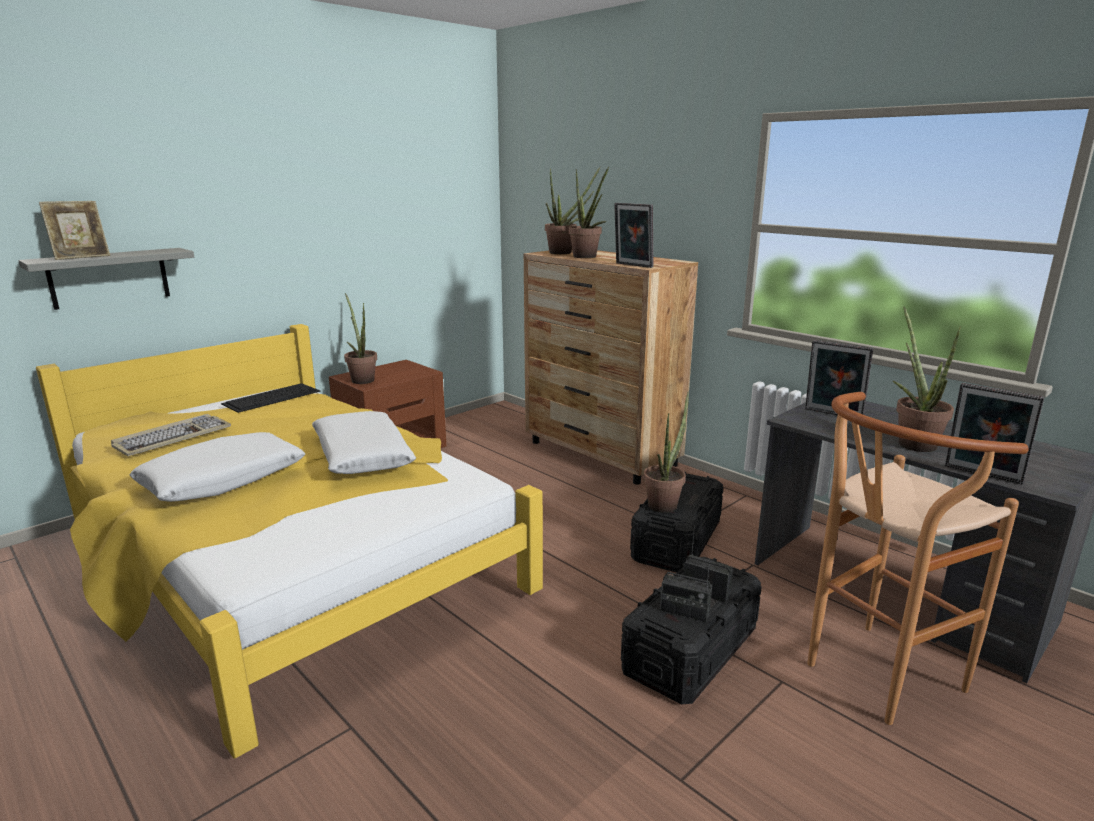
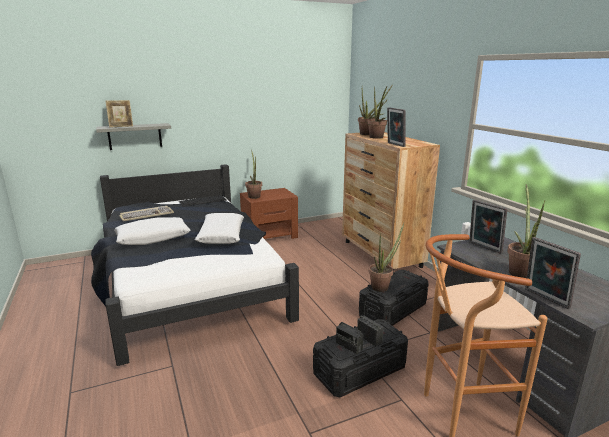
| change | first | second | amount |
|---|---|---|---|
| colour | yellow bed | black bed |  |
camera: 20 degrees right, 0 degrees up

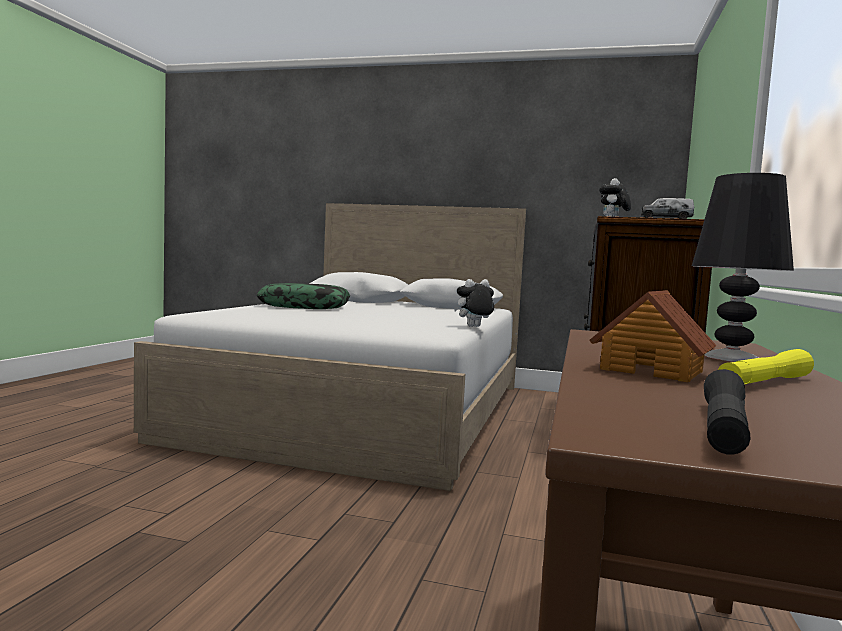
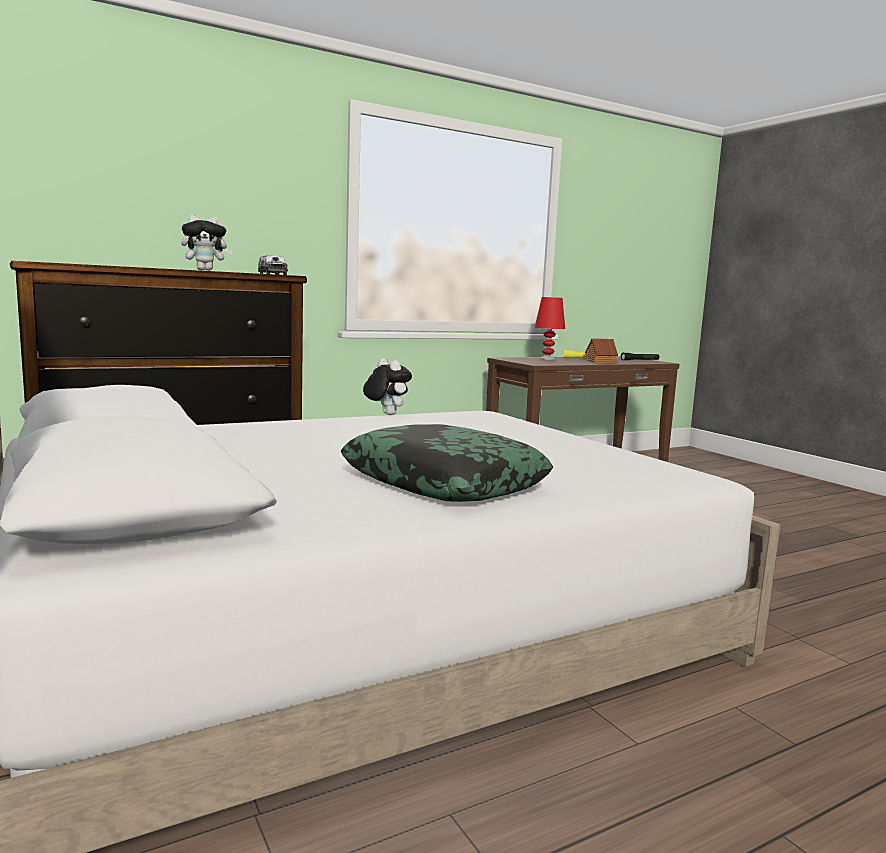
| change | first | second | amount |
|---|---|---|---|
| colour | black table lamp | red table lamp |  |
| spun | plush toy (no. 1 from left in the first image) | plush toy (no. 2 from left) | 150 degrees counterclockwise |
camera: 135 degrees left, 5 degrees up

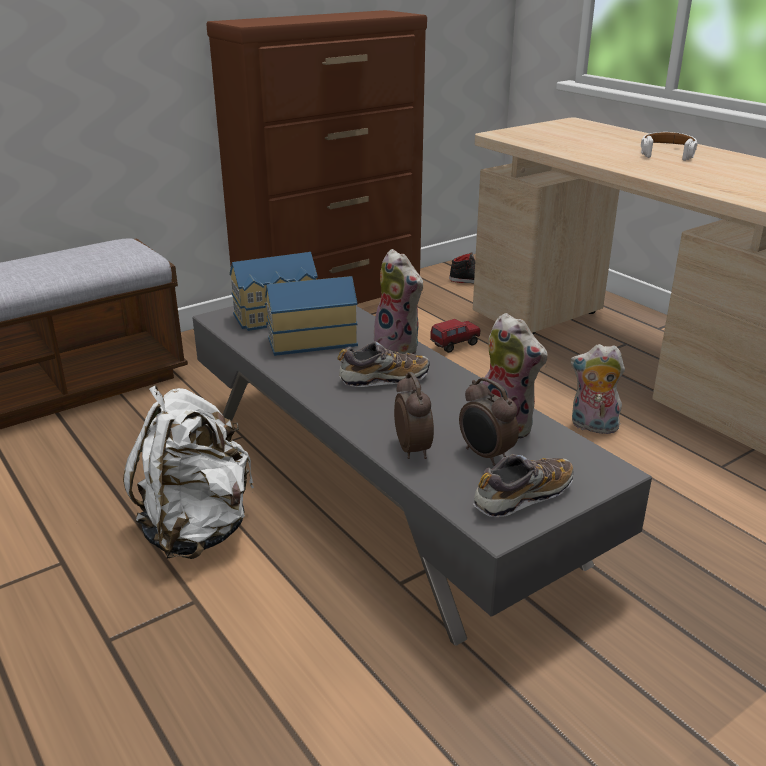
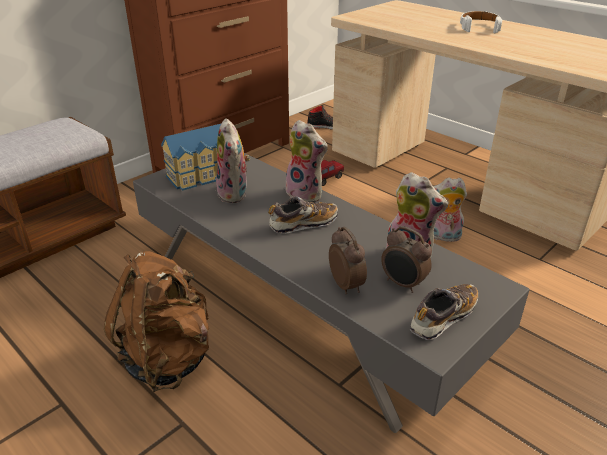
| change | first | second | amount |
|---|---|---|---|
| exchanged | toy house (no. 2 from left) | plush toy (no. 1 from left) |  |
| colour | white backpack | brown backpack |  |
camera: 10 degrees left, 5 degrees up

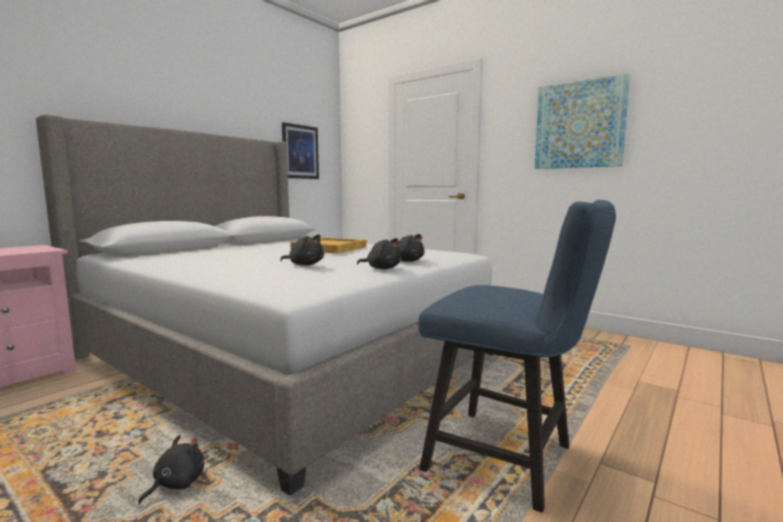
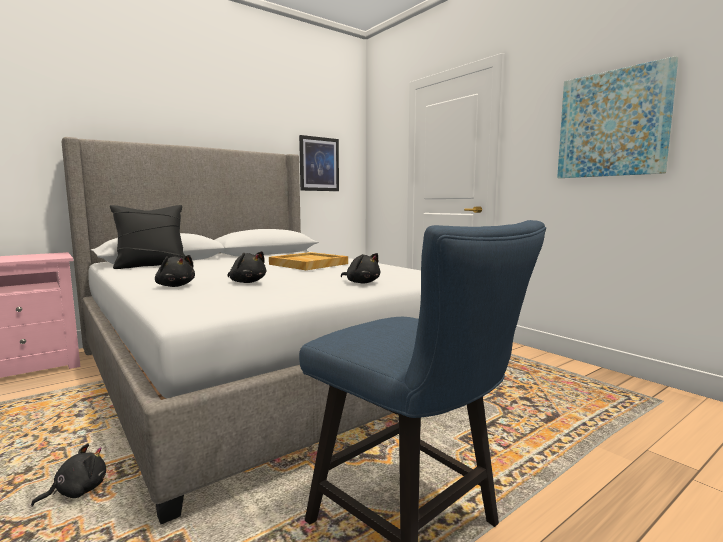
| change | first | second | amount |
|---|---|---|---|
| appeared |  | black pillow |  |
| relocated | black plush toy (no. 3 from left in the first image) | black plush toy (no. 2 from left) |  |
camera: 15 degrees right, 0 degrees up

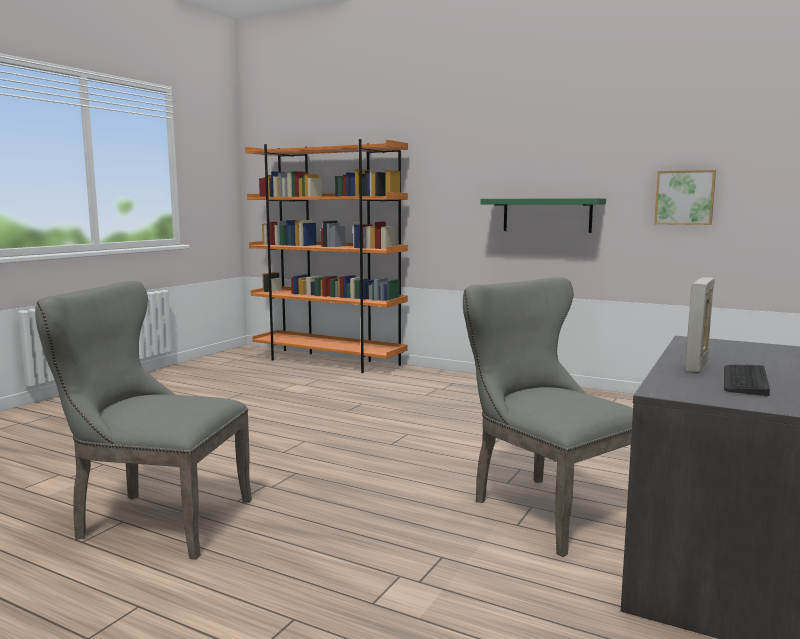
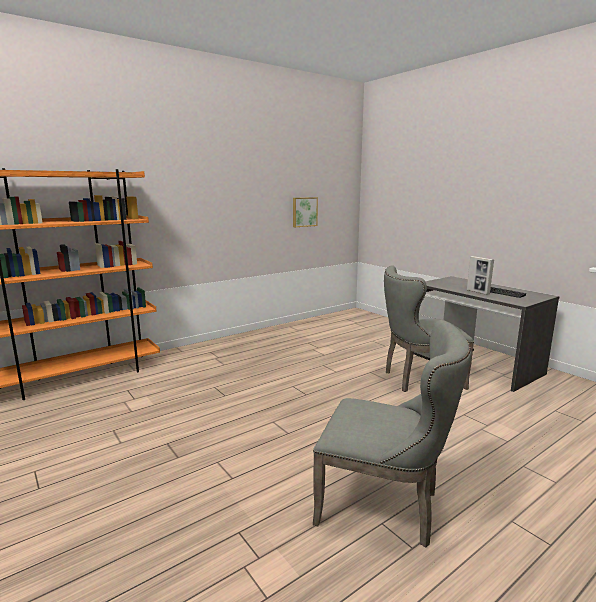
| change | first | second | amount |
|---|---|---|---|
| missing | green shelf |  |  |
| spun | grey chair (no. 1 from left) |  | 105 degrees counterclockwise |
camera: 65 degrees left, 5 degrees up

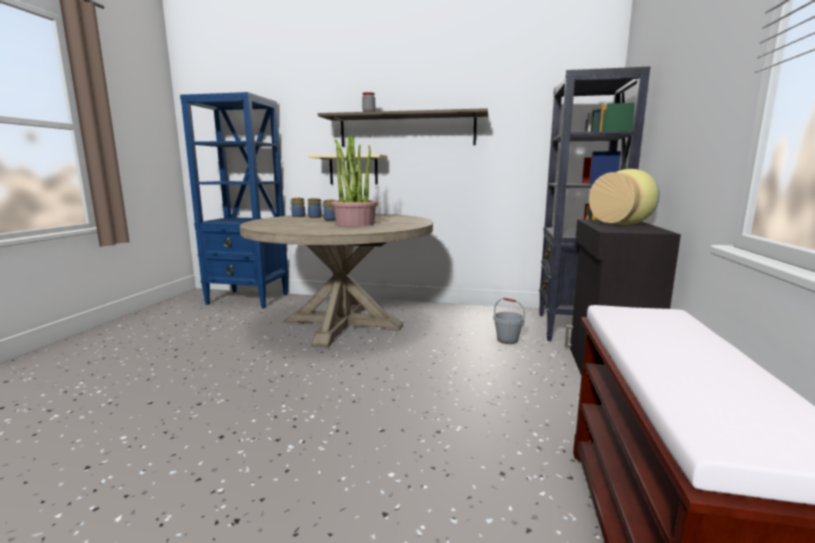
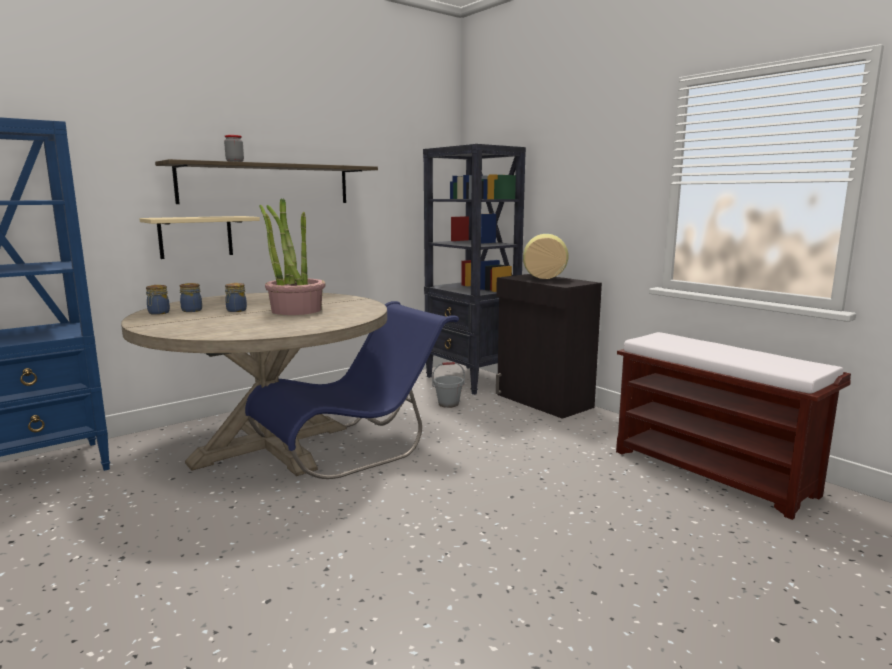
| change | first | second | amount |
|---|---|---|---|
| appeared |  | blue chair |  |
camera: 50 degrees left, 0 degrees up

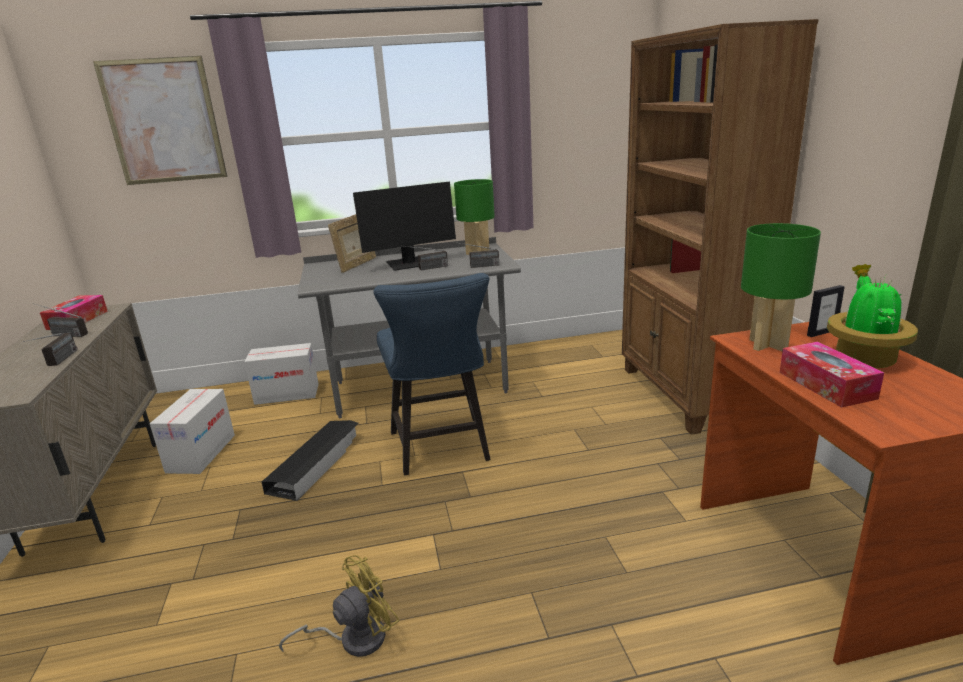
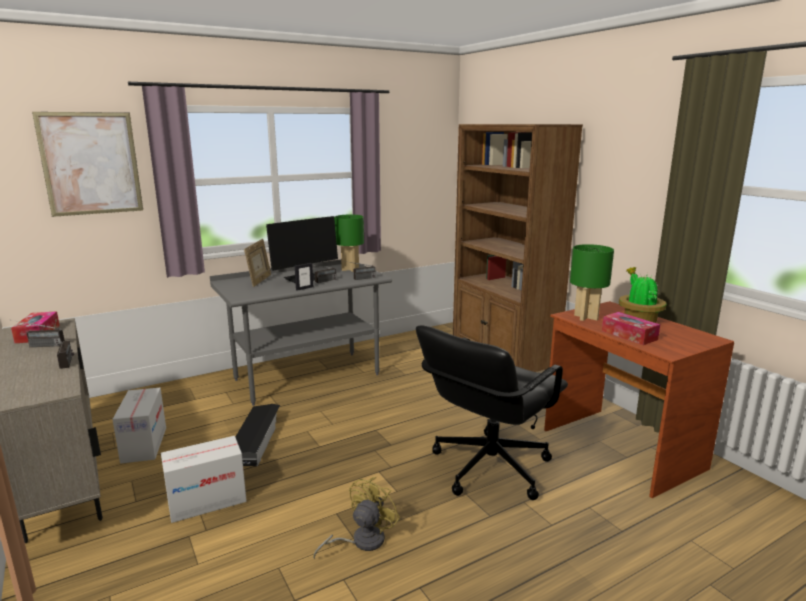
| change | first | second | amount |
|---|---|---|---|
| missing | blue chair |  |  |
| appeared |  | black office chair |  |
| relocated | cardboard box (no. 2 from left) |  |  |
| relocated | picture frame (no. 2 from left) |  |  |
camera: 20 degrees left, 5 degrees down

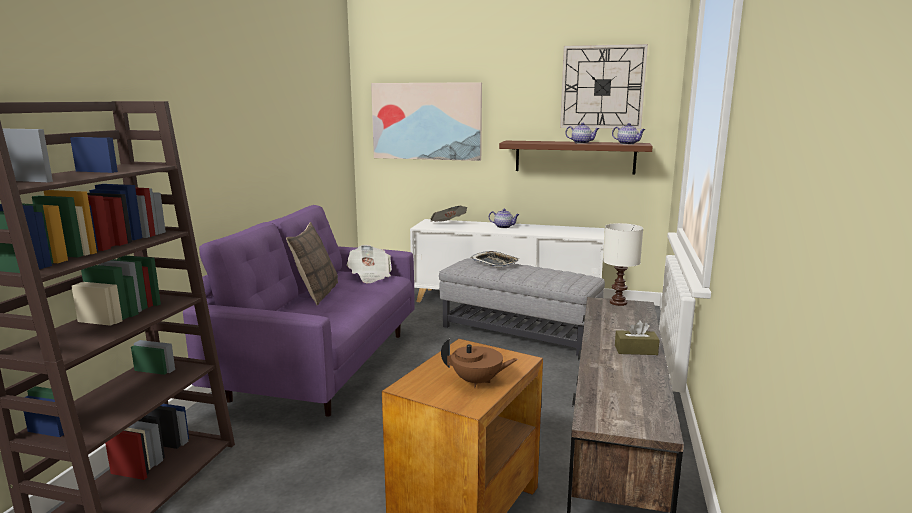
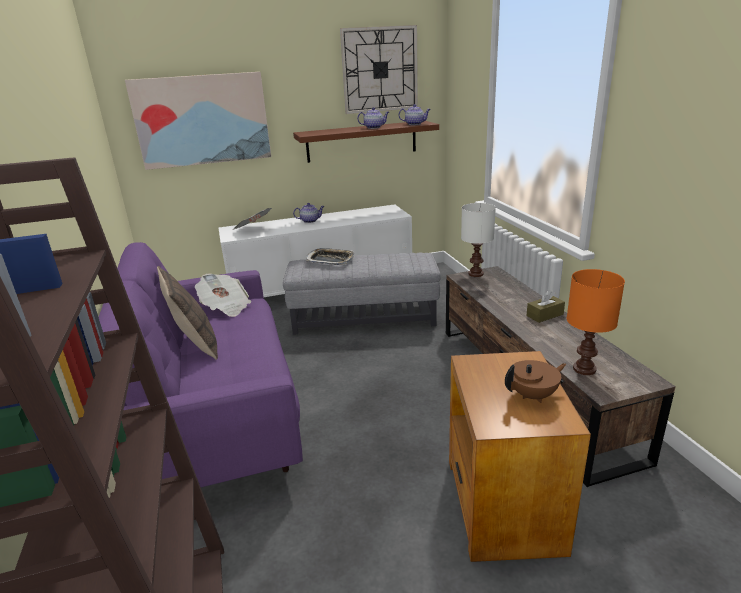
| change | first | second | amount |
|---|---|---|---|
| appeared |  | orange table lamp |  |
camera: 30 degrees left, 10 degrees up

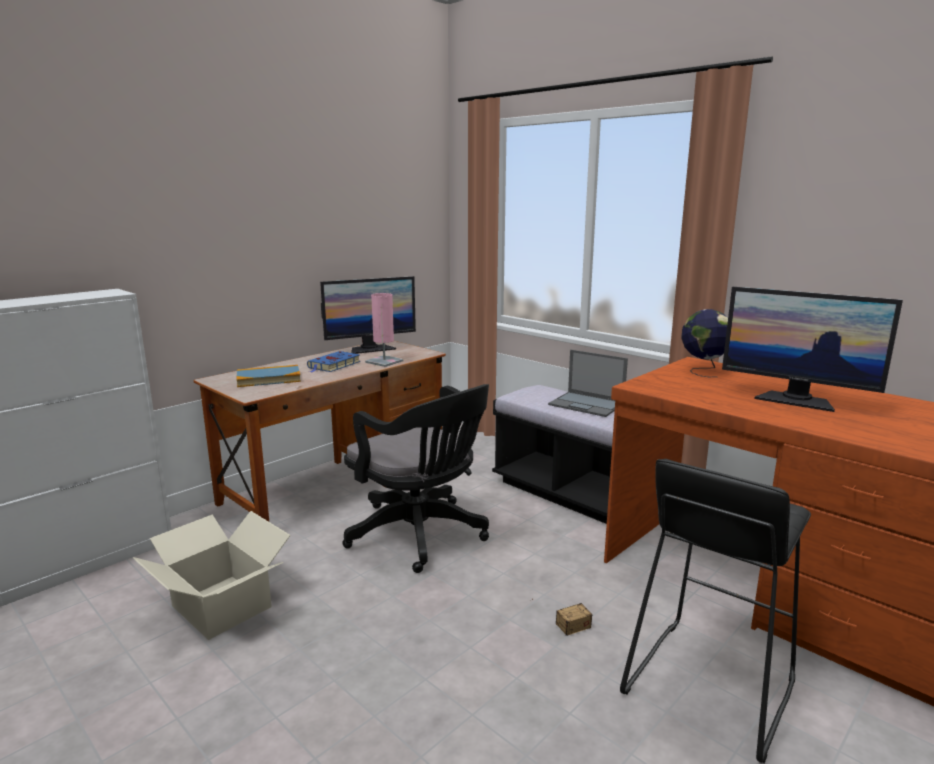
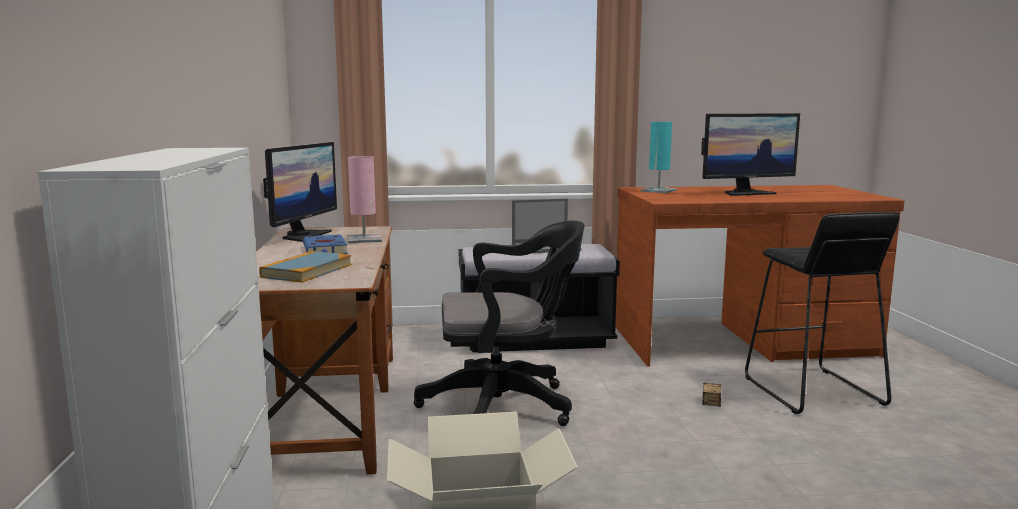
| change | first | second | amount |
|---|---|---|---|
| exchanged | globe | turquoise table lamp |  |
camera: 50 degrees left, 5 degrees down

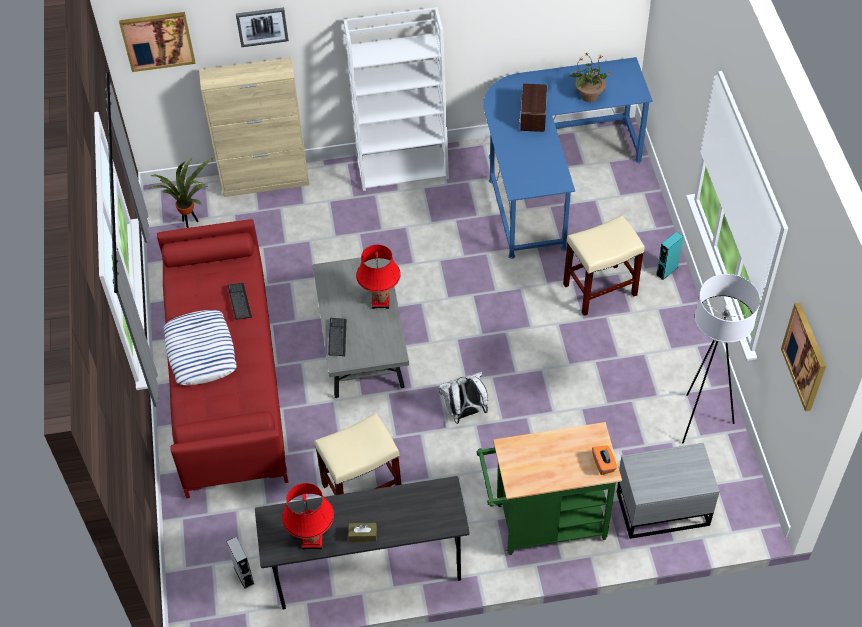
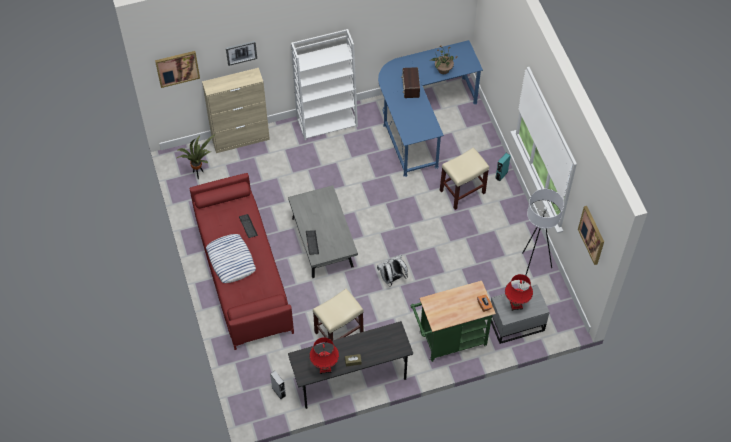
| change | first | second | amount |
|---|---|---|---|
| relocated | red table lamp (no. 2 from left) |  |  |
camera: 10 degrees left, 5 degrees up

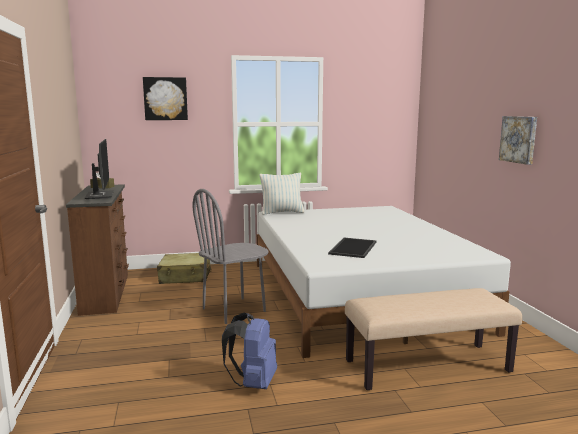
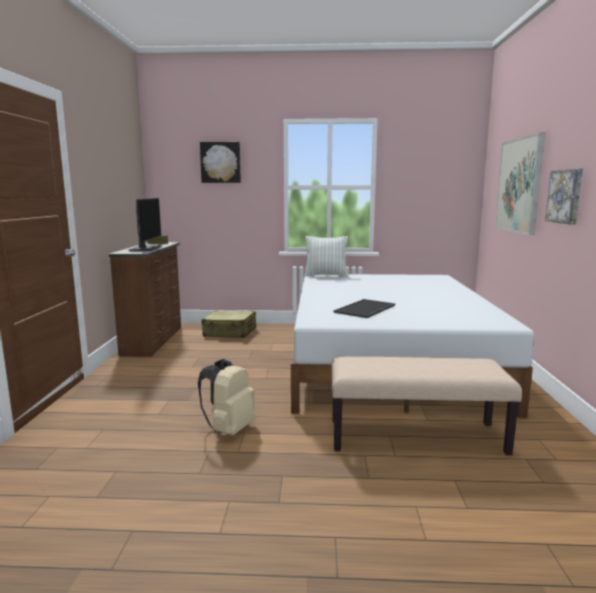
| change | first | second | amount |
|---|---|---|---|
| missing | grey chair |  |  |
| appeared |  | picture (no. 2 from left) |  |
| colour | blue backpack | beige backpack |  |
camera: 15 degrees right, 0 degrees up

